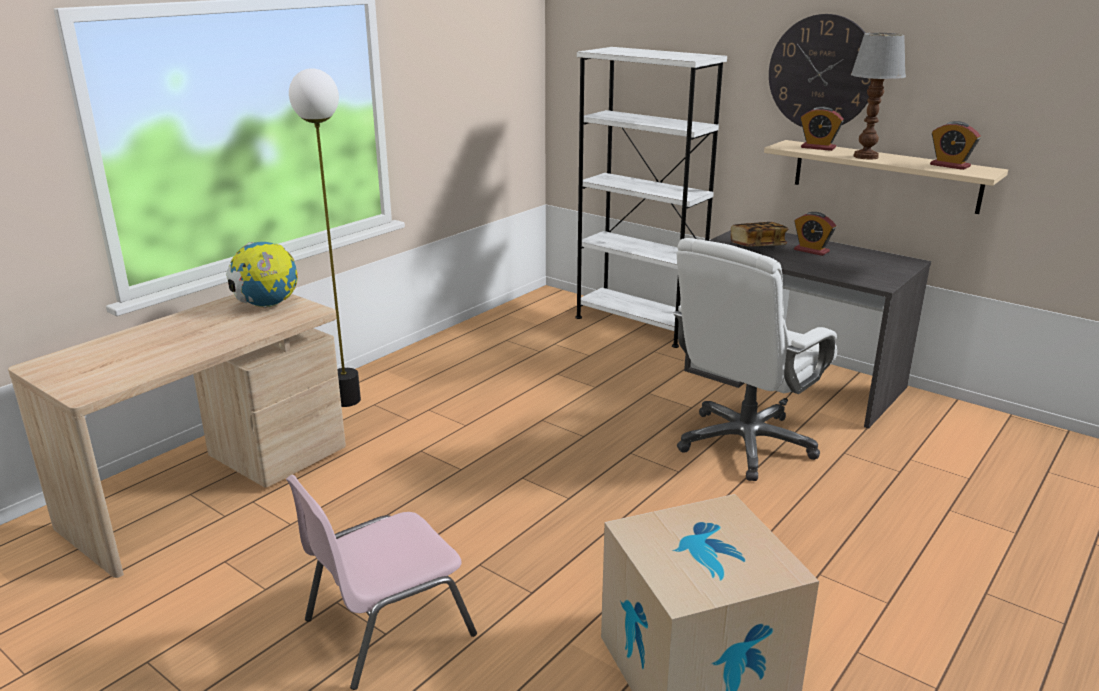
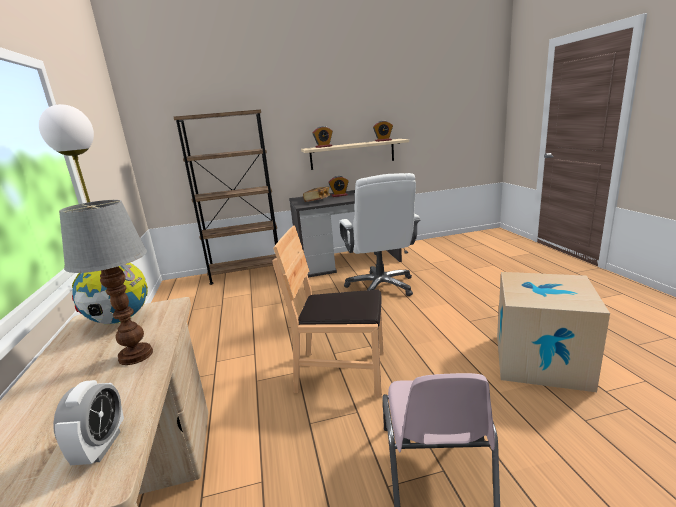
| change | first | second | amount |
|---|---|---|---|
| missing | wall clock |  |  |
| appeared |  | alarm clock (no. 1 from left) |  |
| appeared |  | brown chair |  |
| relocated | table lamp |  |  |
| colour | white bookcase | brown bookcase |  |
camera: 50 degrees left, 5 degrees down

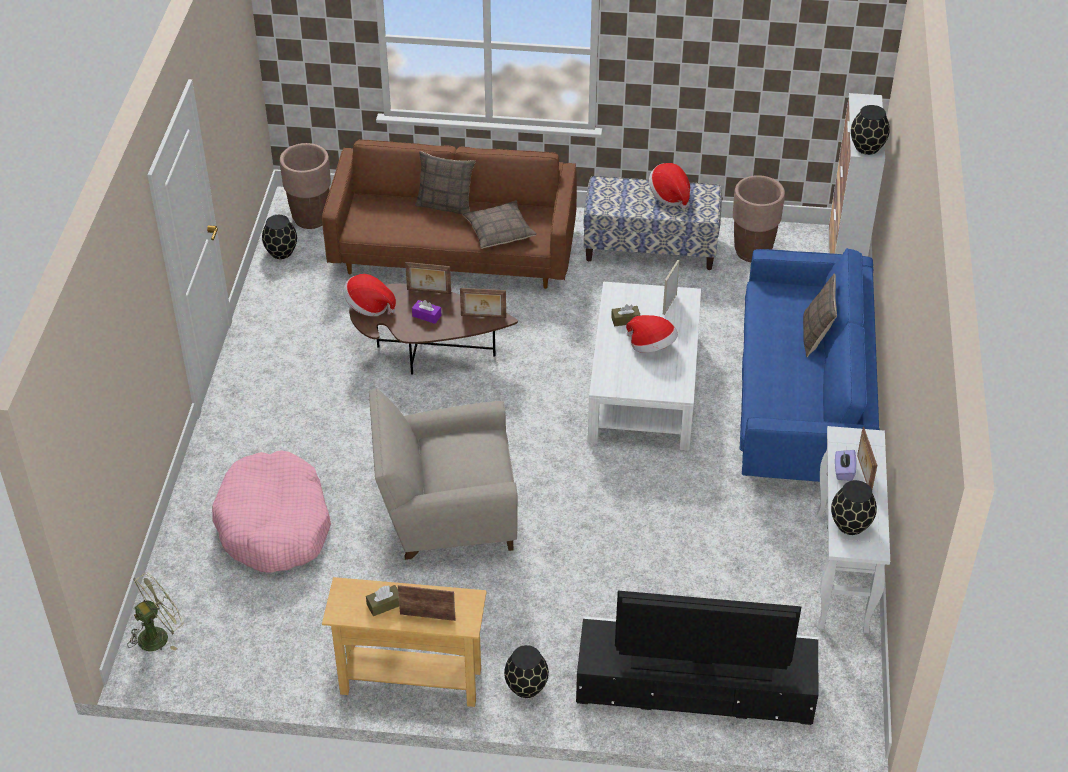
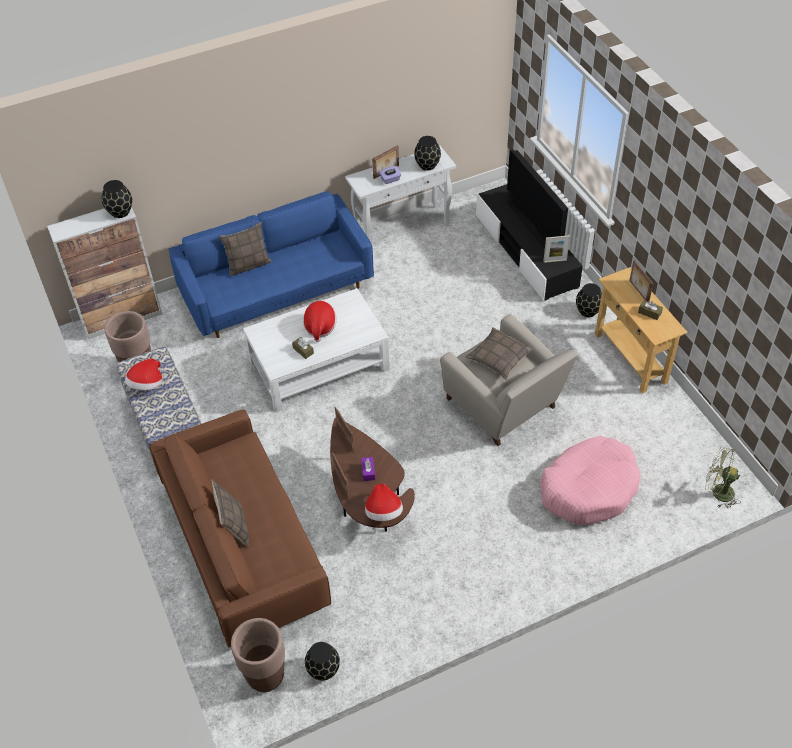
| change | first | second | amount |
|---|---|---|---|
| relocated | pillow (no. 2 from left in the first image) | pillow (no. 3 from left) |  |
| relocated | picture frame (no. 4 from left) |  |  |
camera: 120 degrees left, 5 degrees up

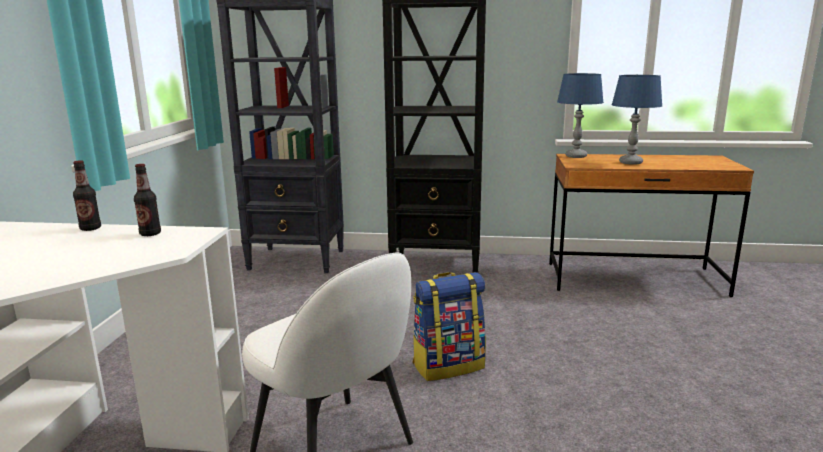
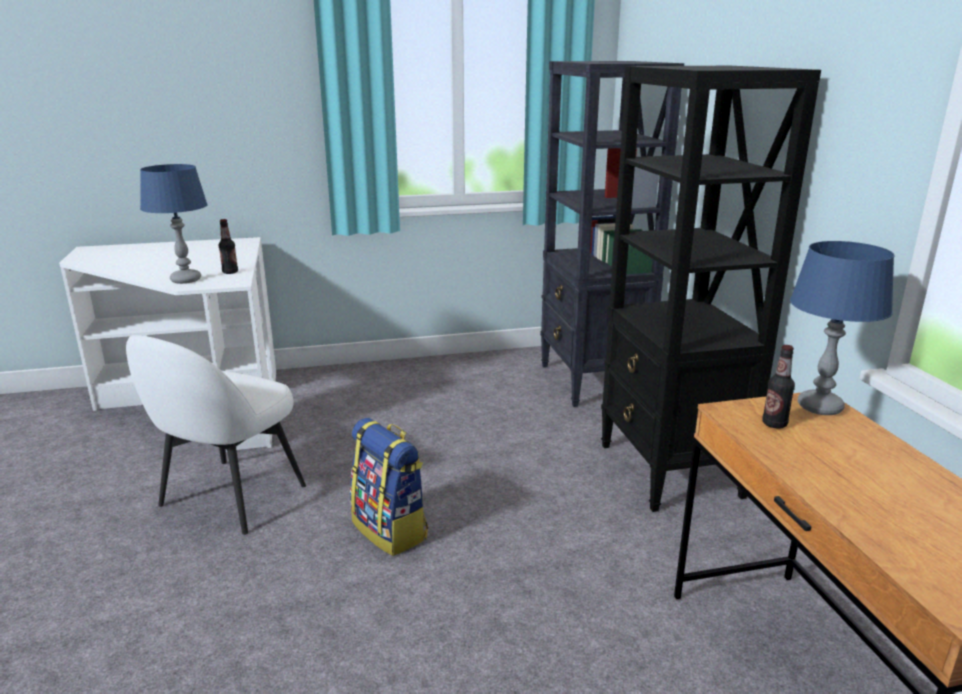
| change | first | second | amount |
|---|---|---|---|
| relocated | bottle (no. 1 from left in the first image) | bottle (no. 2 from left) |  |
| relocated | blue table lamp (no. 2 from left in the first image) | blue table lamp (no. 1 from left) |  |
camera: 70 degrees right, 5 degrees up

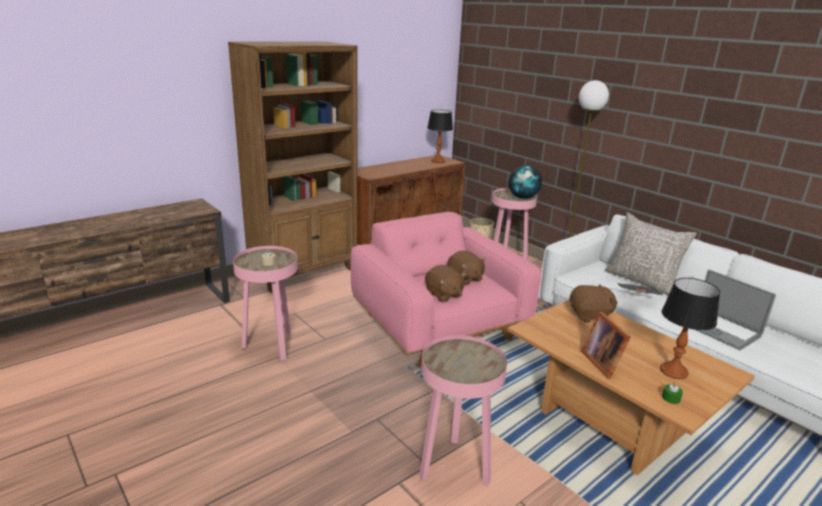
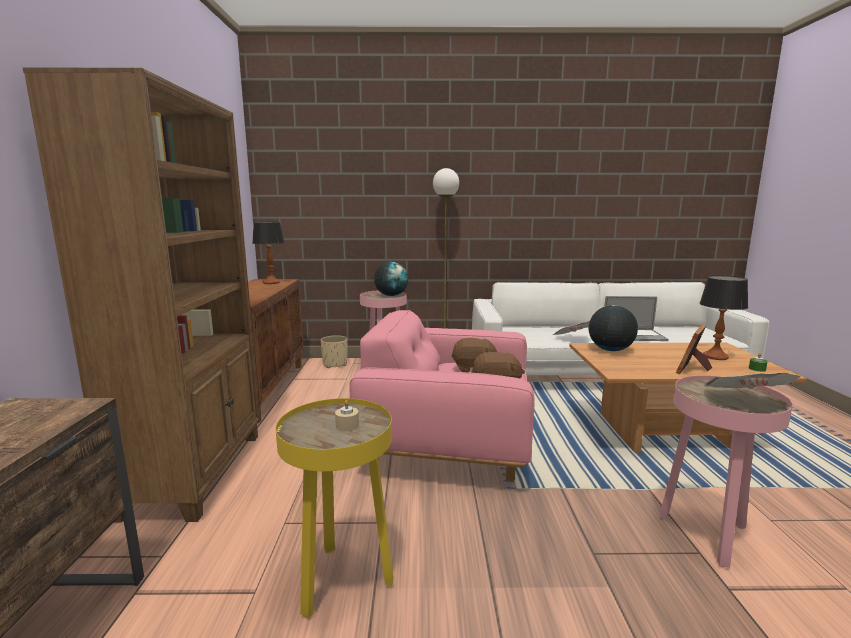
| change | first | second | amount |
|---|---|---|---|
| missing | grey pillow |  |  |
| appeared |  | newspaper (no. 2 from left) |  |
| exchanged | brown plush toy (no. 3 from left) | globe (no. 2 from left) |  |
| colour | pink side table (no. 1 from left) | yellow side table |  |
| spun | picture frame |  | 105 degrees clockwise |
camera: 50 degrees left, 10 degrees down

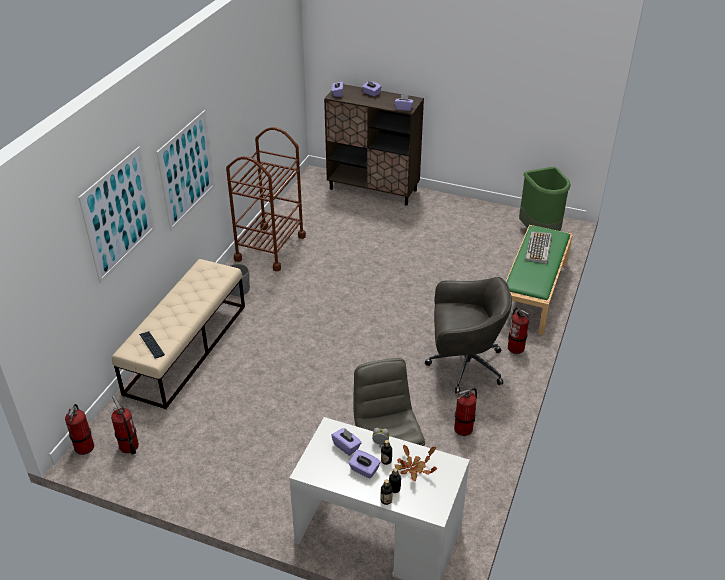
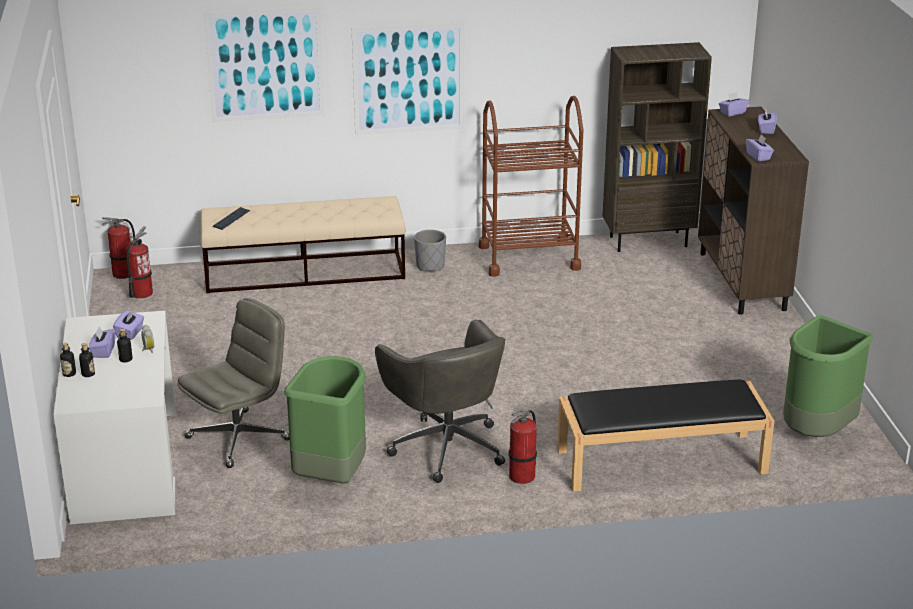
| change | first | second | amount |
|---|---|---|---|
| missing | potted plant |  |  |
| missing | keyboard (no. 2 from left) |  |  |
| appeared |  | brown bookcase |  |
| exchanged | fire extinguisher (no. 3 from left) | green trash can (no. 1 from left) |  |
| colour | green bench | black bench |  |
camera: 60 degrees right, 10 degrees down

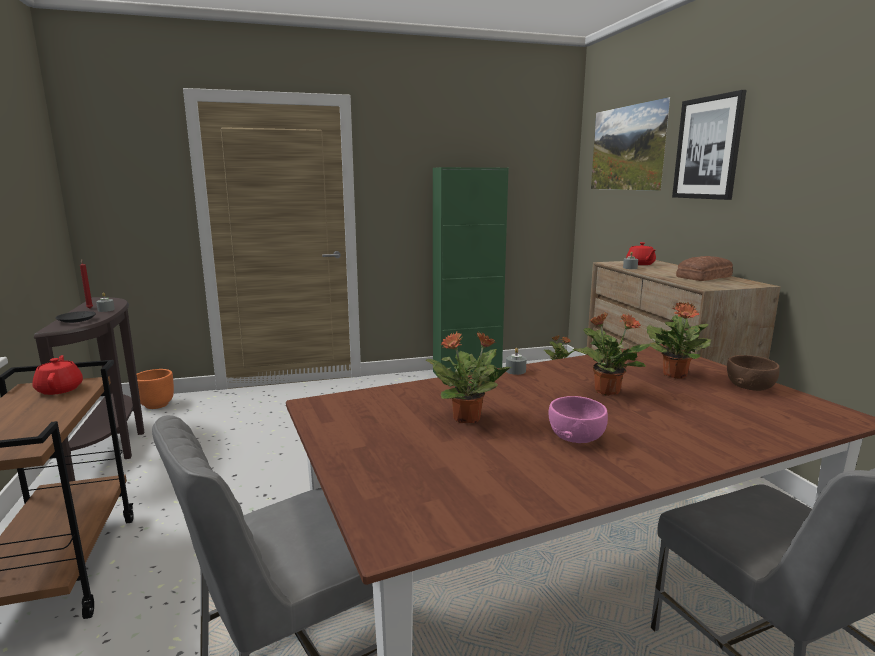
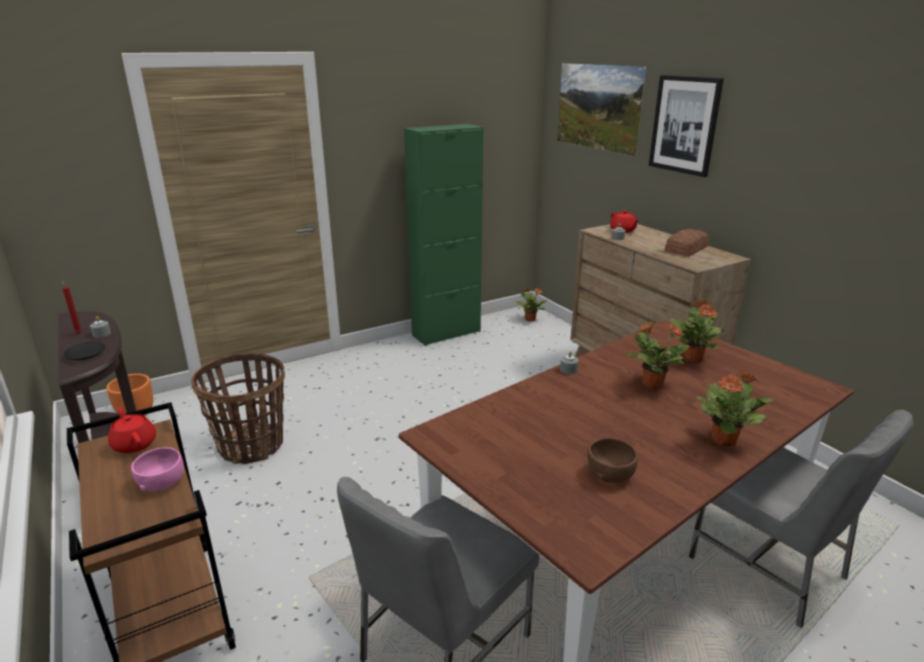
| change | first | second | amount |
|---|---|---|---|
| appeared |  | basket |  |
| relocated | potted plant (no. 1 from left in the first image) | potted plant (no. 4 from left) |  |
| relocated | pink bowl |  |  |
| relocated | brown bowl |  |  |
camera: 15 degrees left, 10 degrees up

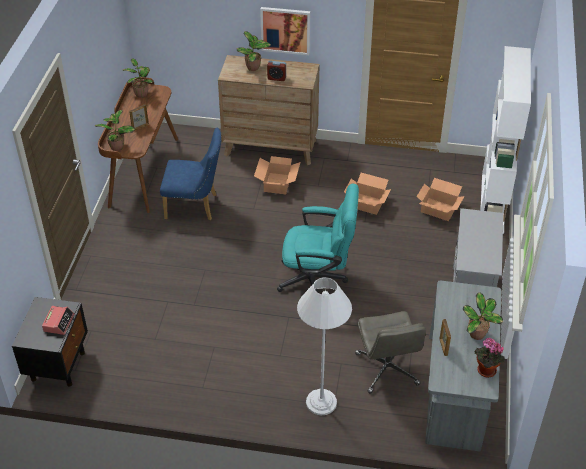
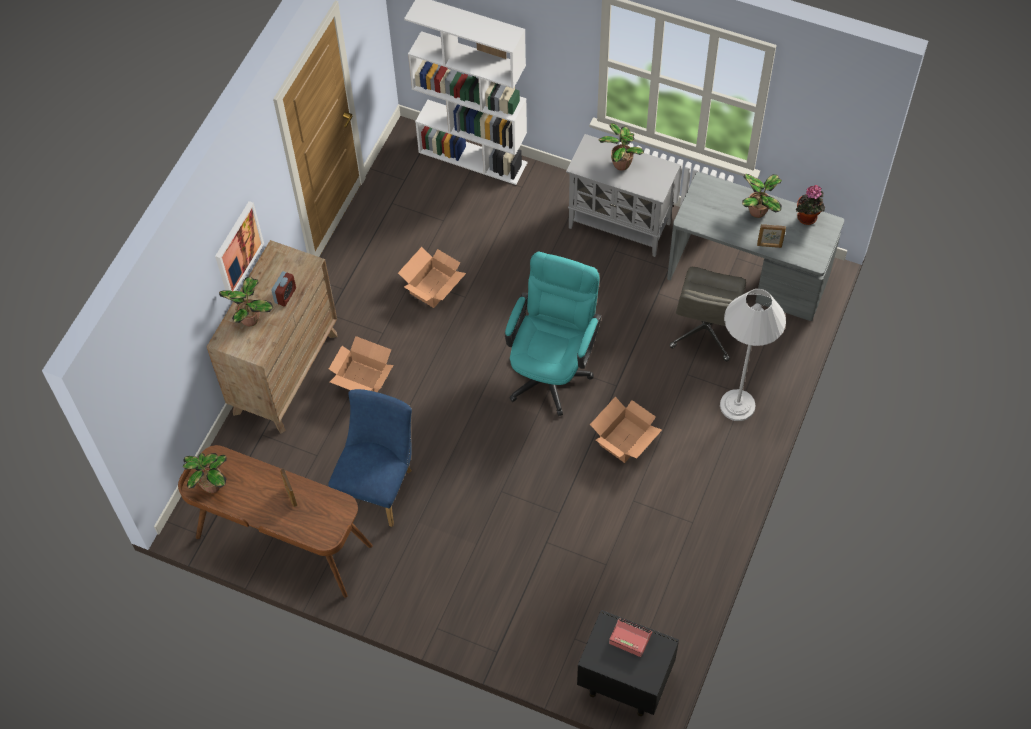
| change | first | second | amount |
|---|---|---|---|
| relocated | potted plant (no. 1 from left in the first image) | potted plant (no. 3 from left) |  |
| relocated | cardboard box (no. 3 from left) |  |  |
| spun | grey office chair |  | 105 degrees clockwise |
camera: 75 degrees left, 15 degrees up

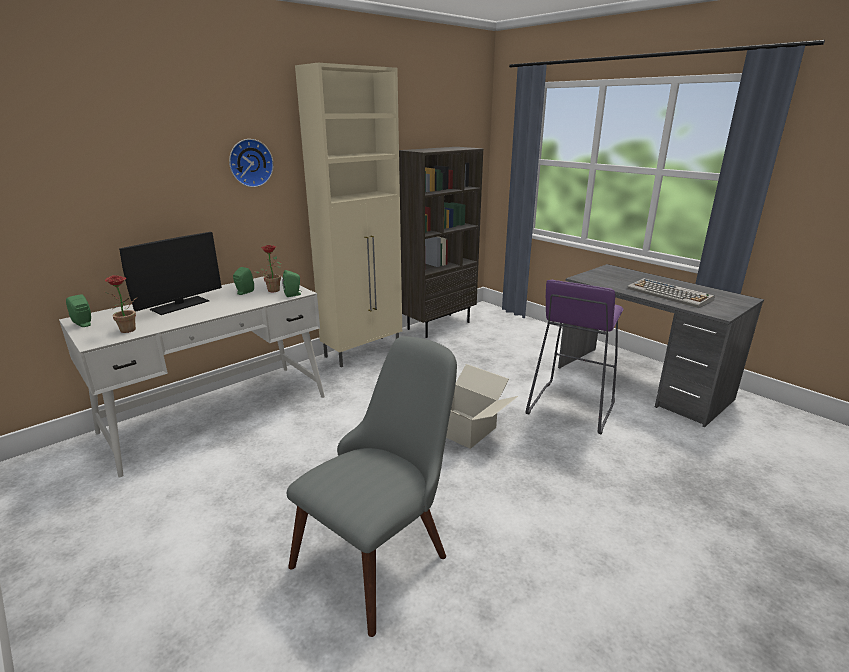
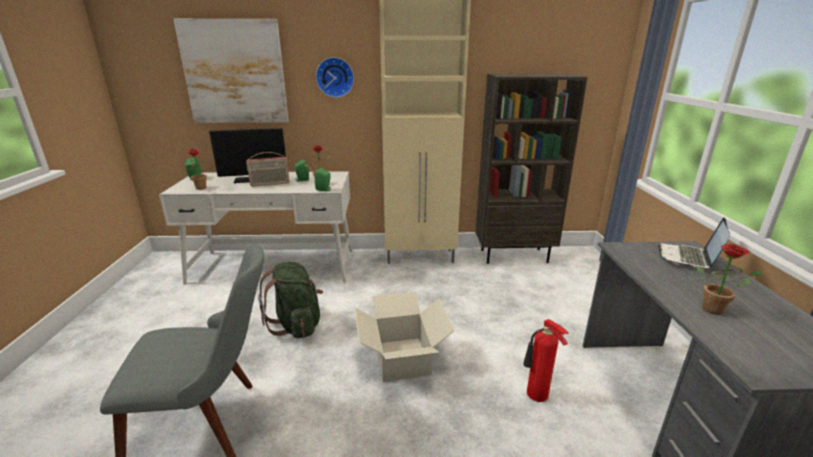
| change | first | second | amount |
|---|---|---|---|
| appeared |  | picture |  |
| appeared |  | radio |  |
| appeared |  | green backpack |  |
| appeared |  | laptop |  |
| exchanged | purple stool | fire extinguisher |  |
| exchanged | keyboard | potted plant (no. 3 from left) |  |
camera: 40 degrees right, 0 degrees up

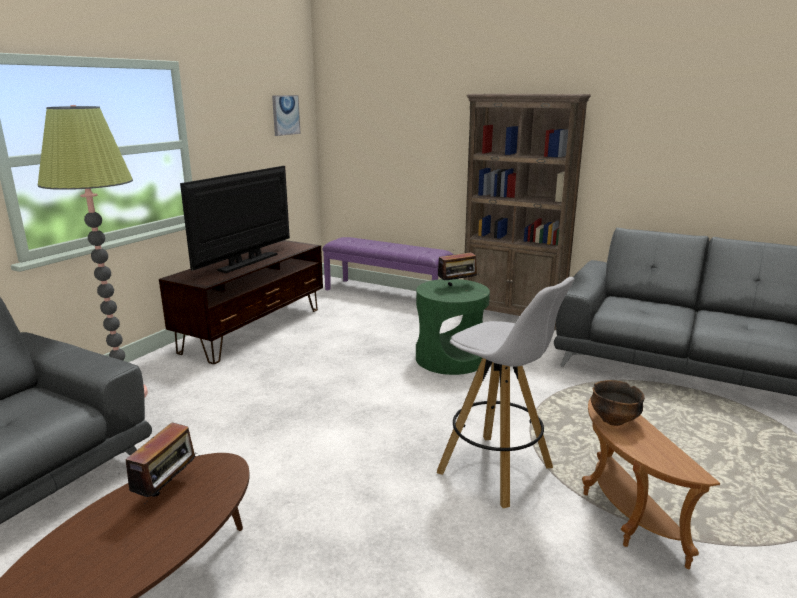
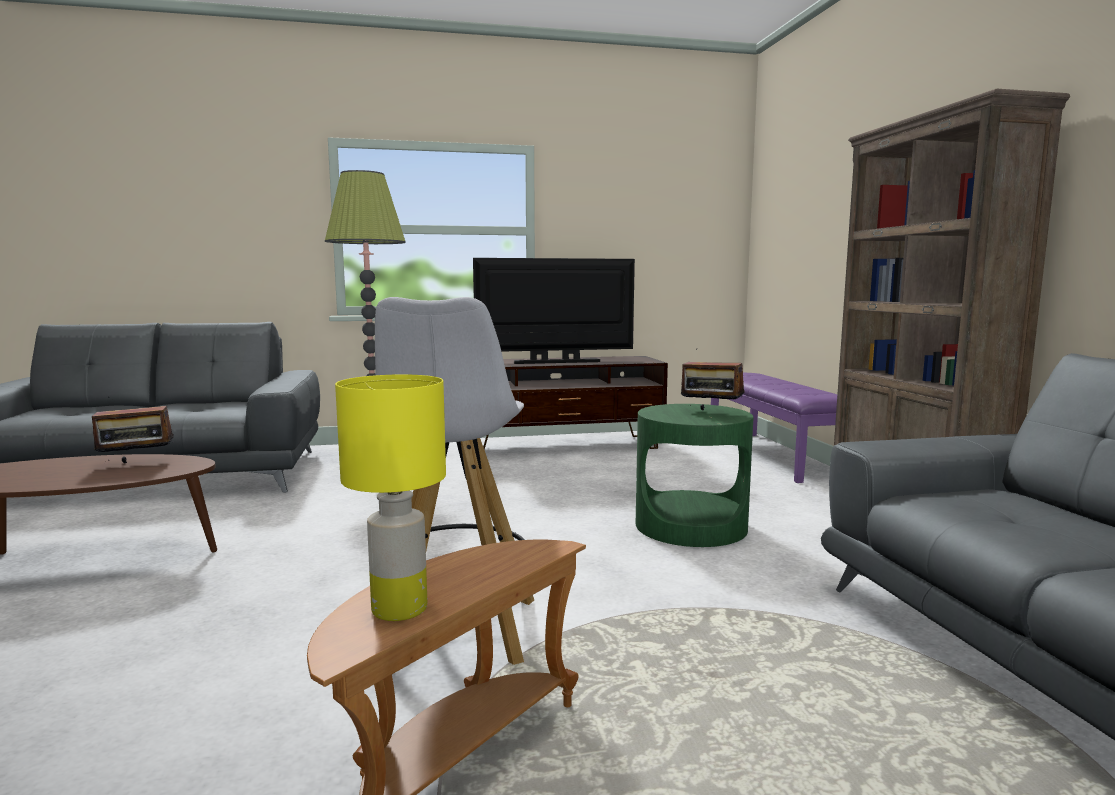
| change | first | second | amount |
|---|---|---|---|
| missing | picture |  |  |
| missing | bowl |  |  |
| appeared |  | yellow table lamp |  |
camera: 50 degrees right, 10 degrees down

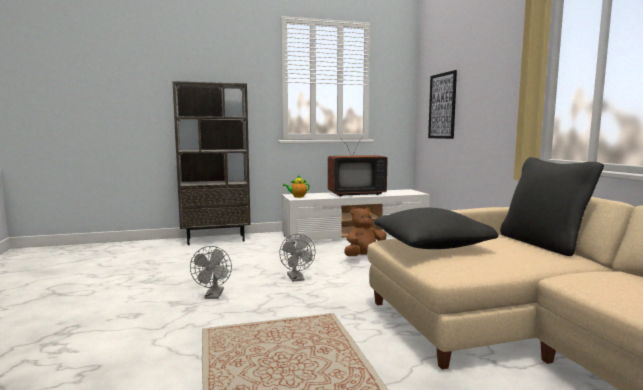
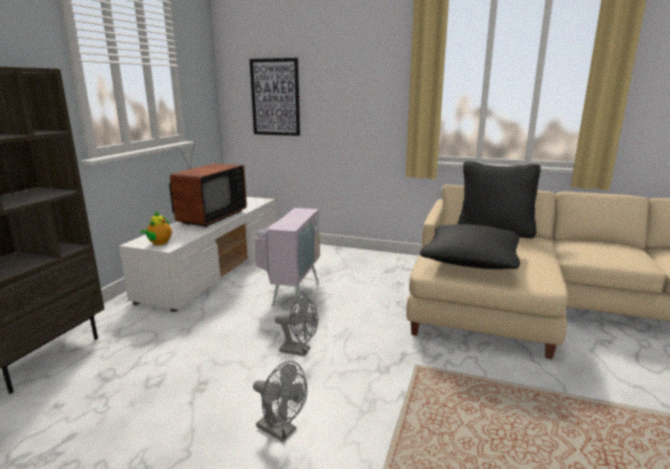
| change | first | second | amount |
|---|---|---|---|
| exchanged | brown plush toy | television (no. 2 from left) |  |
camera: 55 degrees left, 10 degrees up

